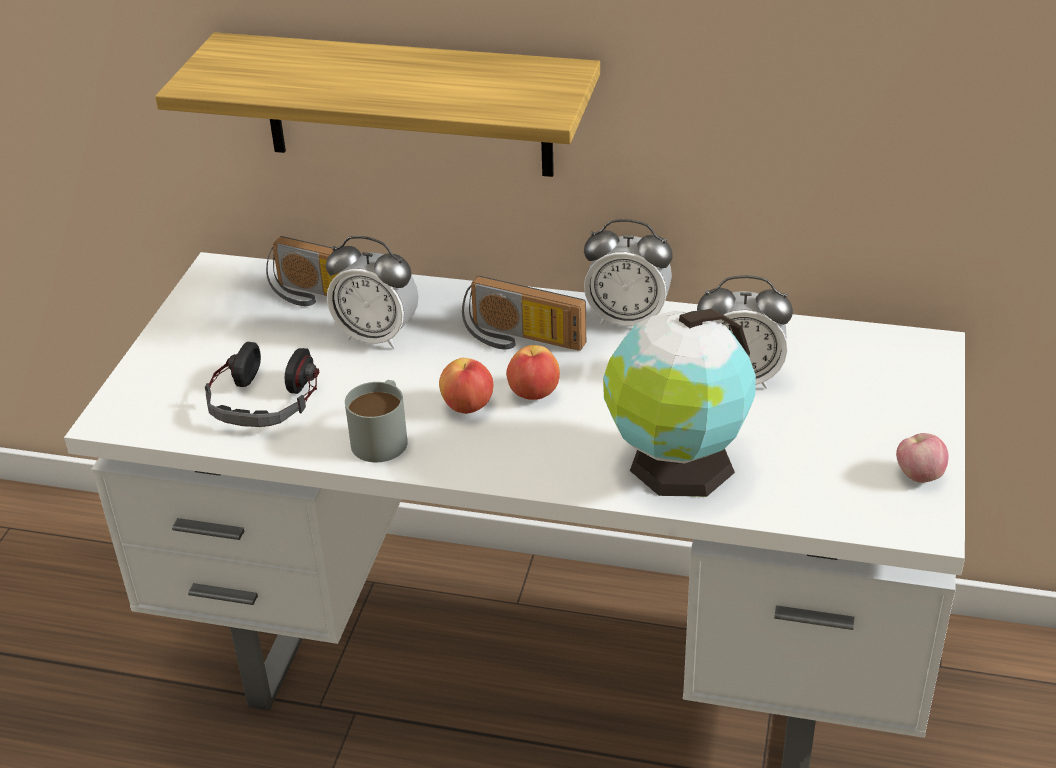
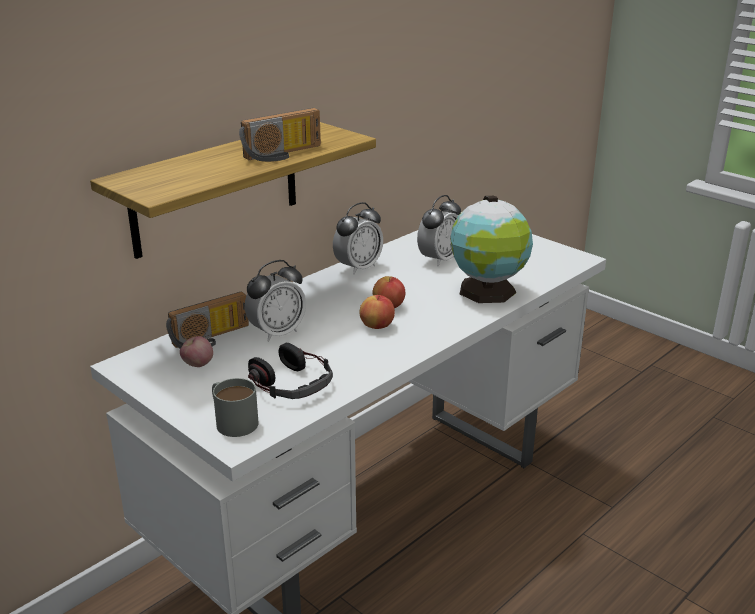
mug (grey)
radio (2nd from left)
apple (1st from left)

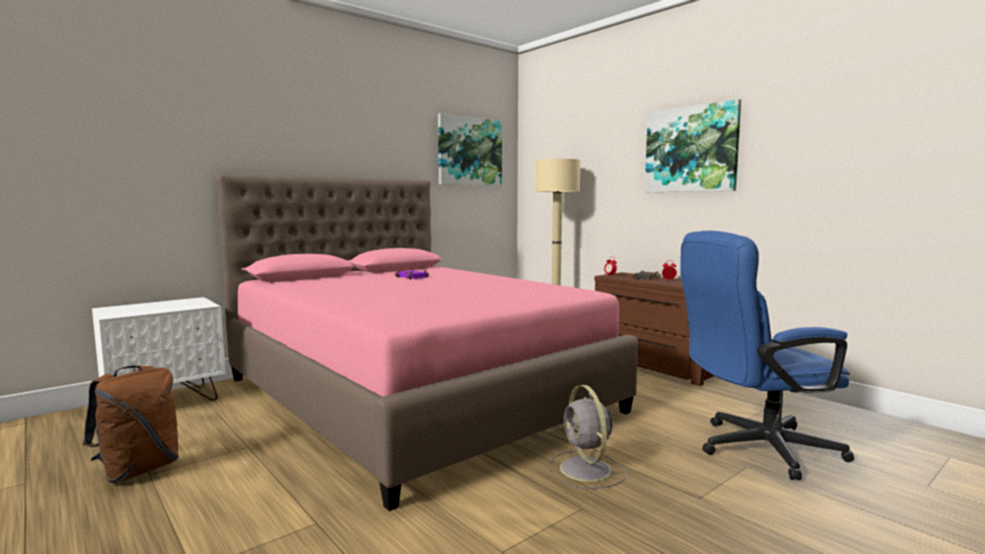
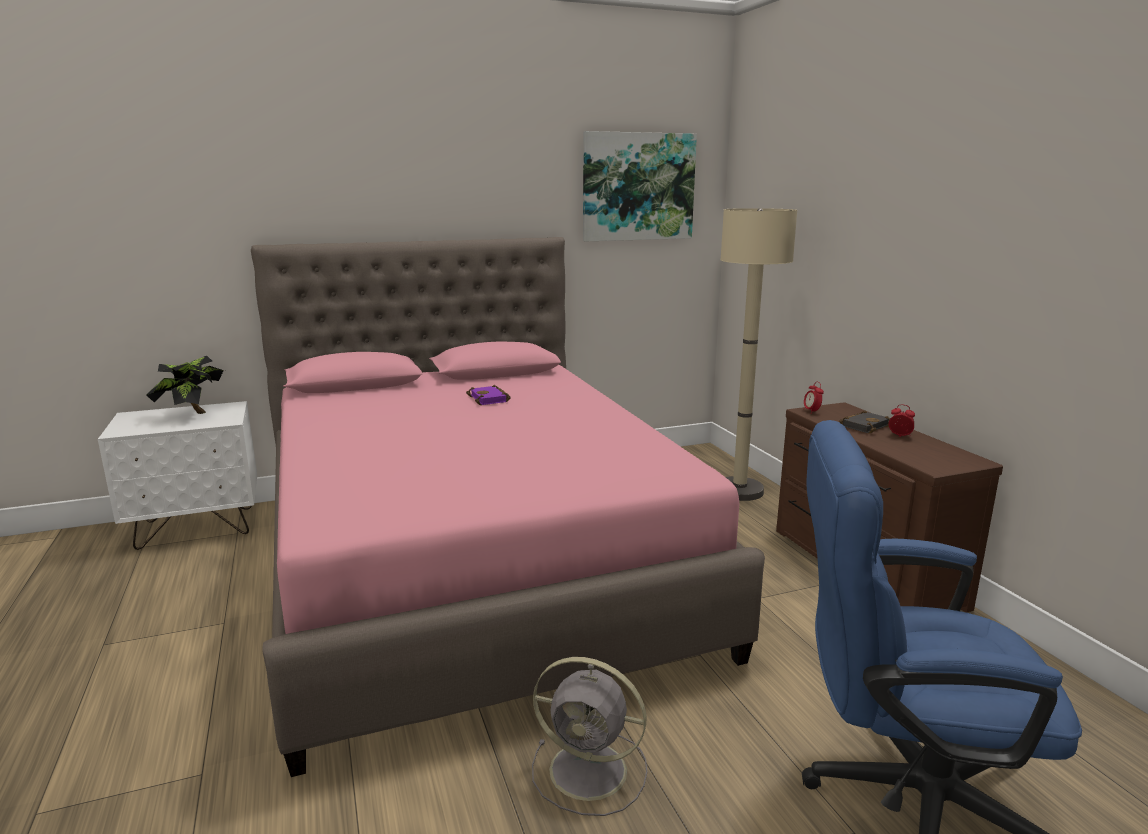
backpack (brown)
fan (grey)
picture (2nd from left in the first image)
potted plant

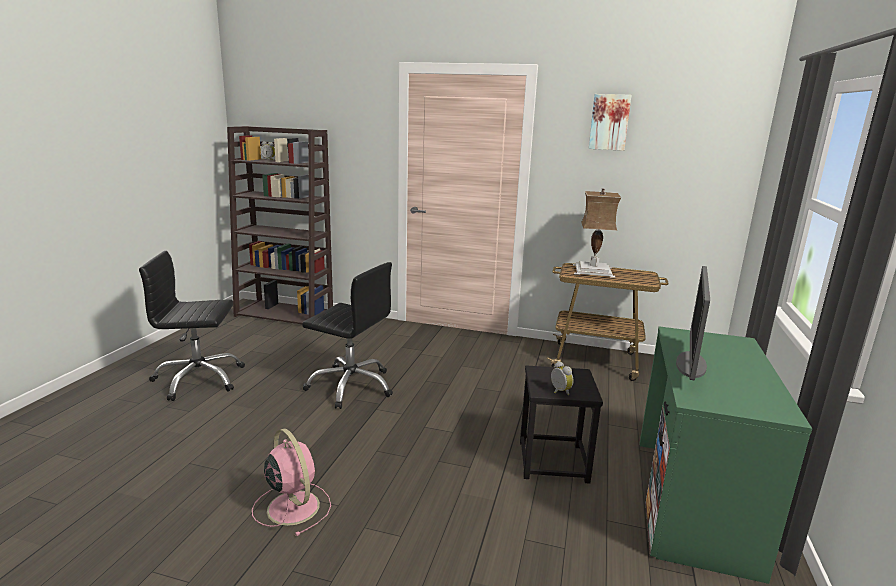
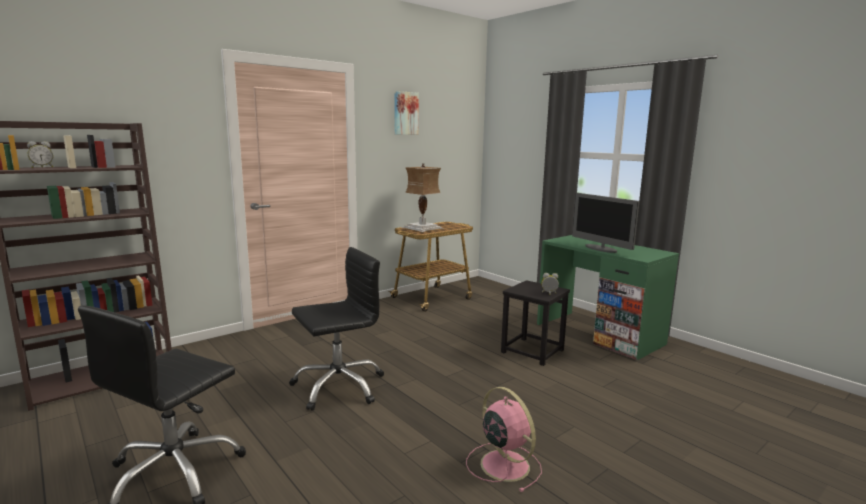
fan (pink)

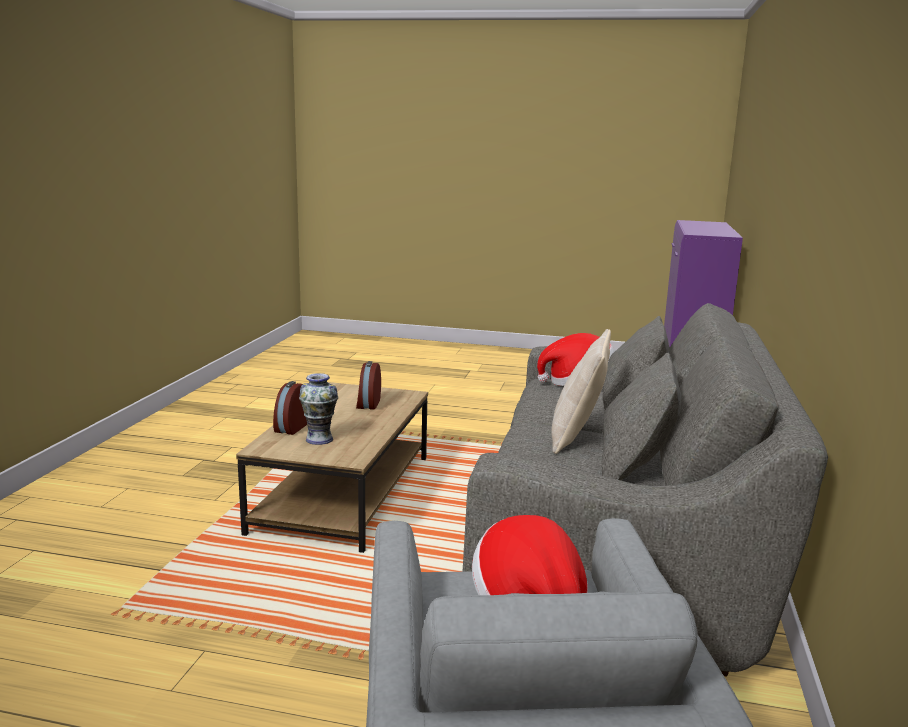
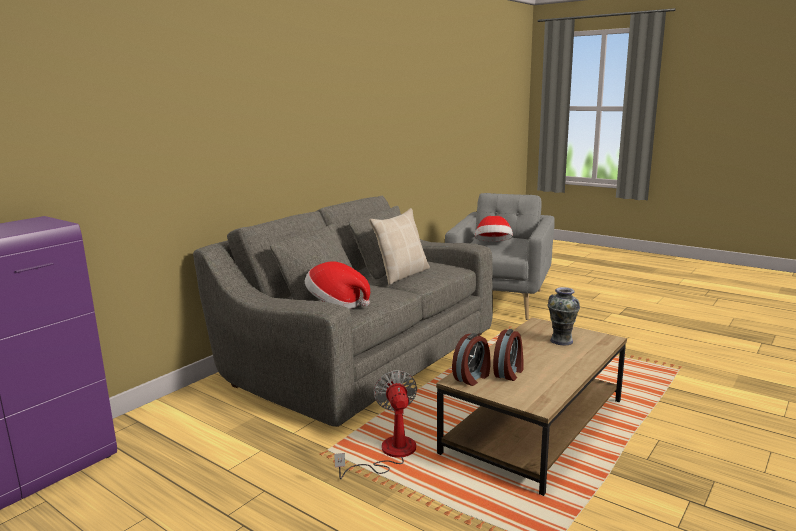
alarm clock (1st from left)
fan

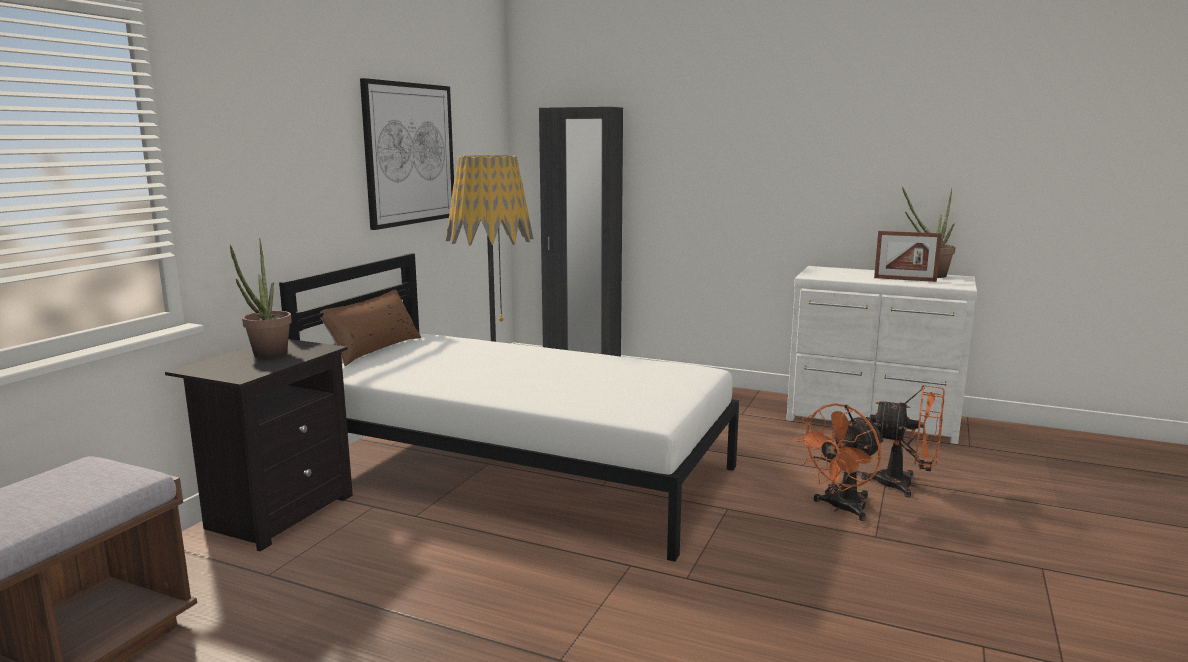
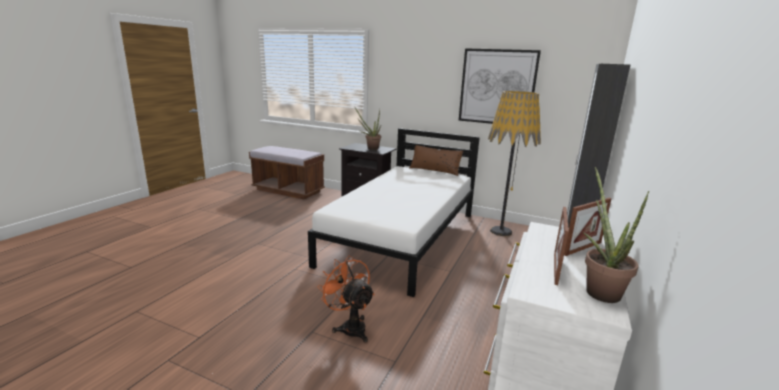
fan (orange) (2nd from left in the first image)
picture frame (2nd from left)

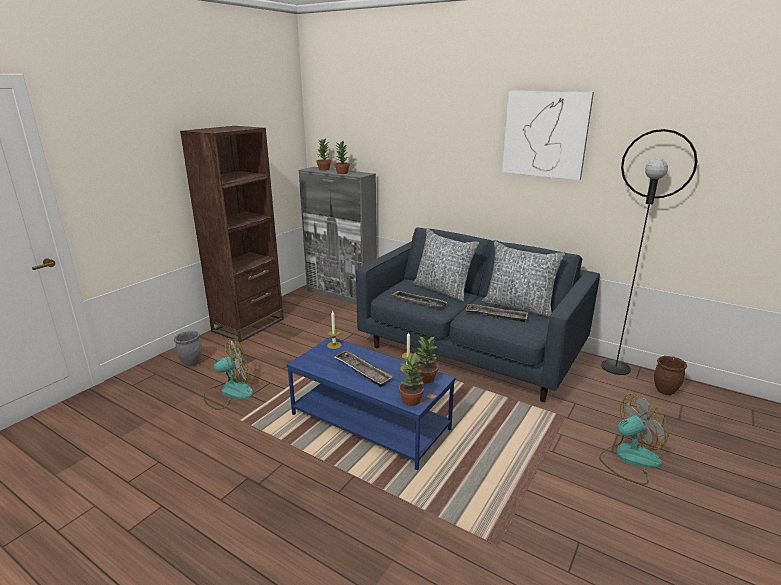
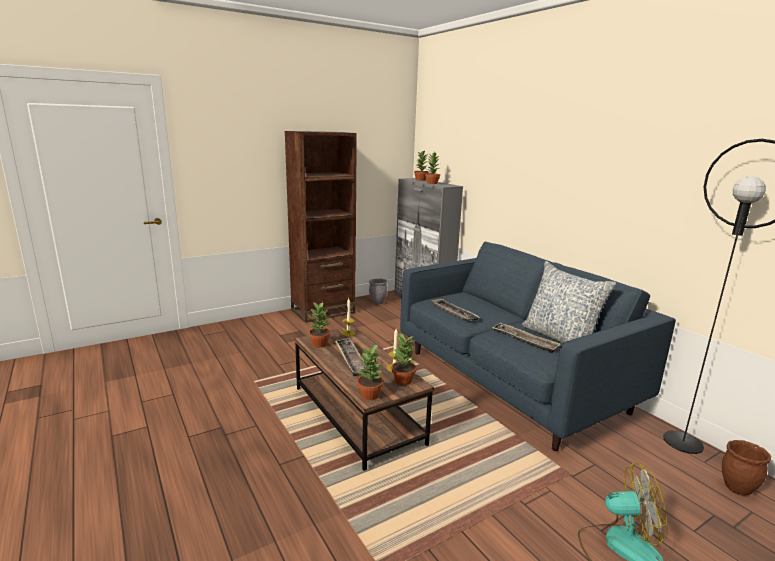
planter (grey)
fan (1st from left in the first image)
coffee table (brown)
pillow (1st from left in the first image)
picture
potted plant (1st from left)

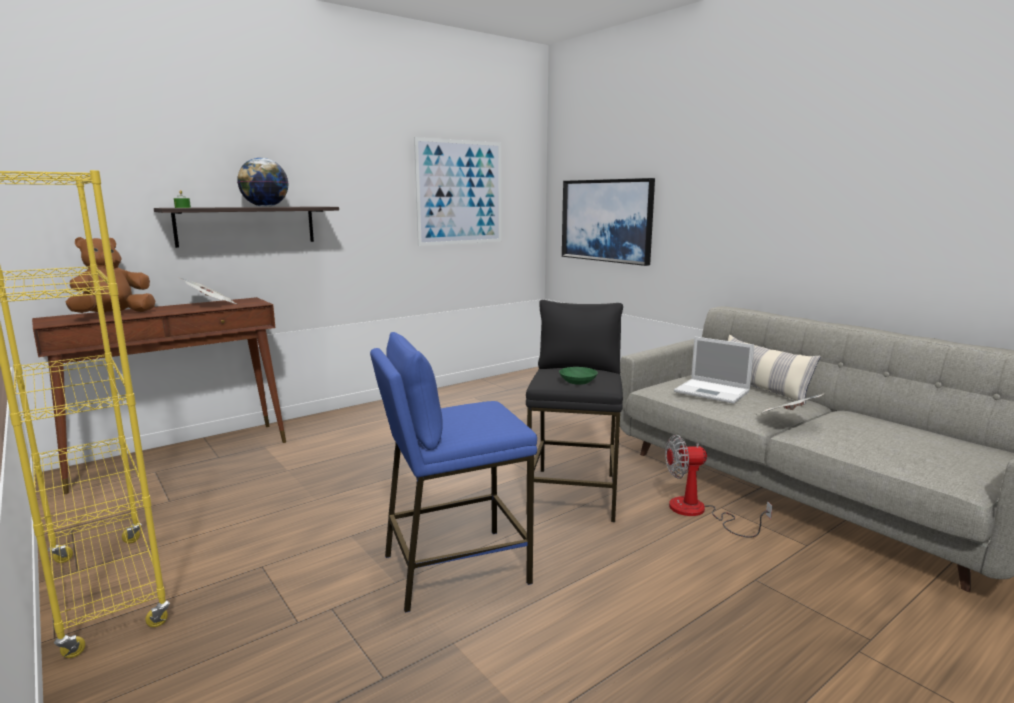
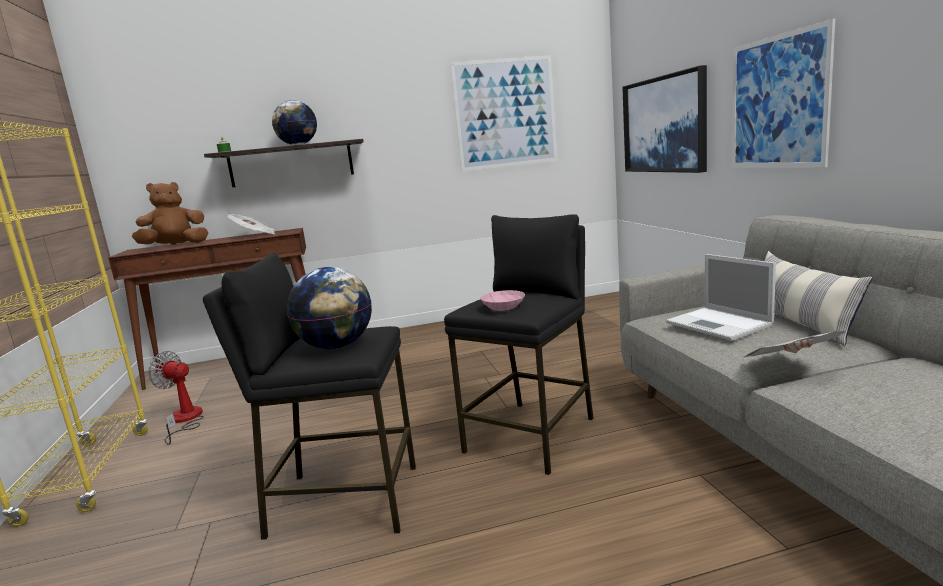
stool (black) (1st from left)
bowl (pink)
fan
globe (2nd from left)
picture (3rd from left)

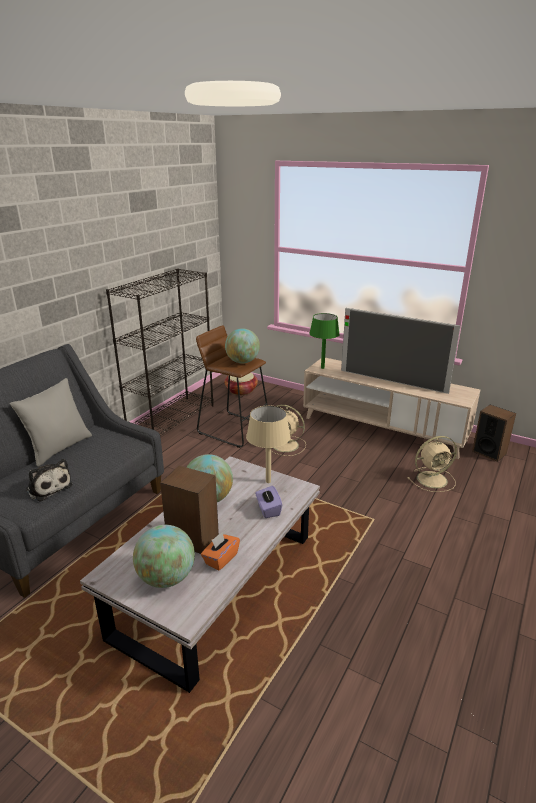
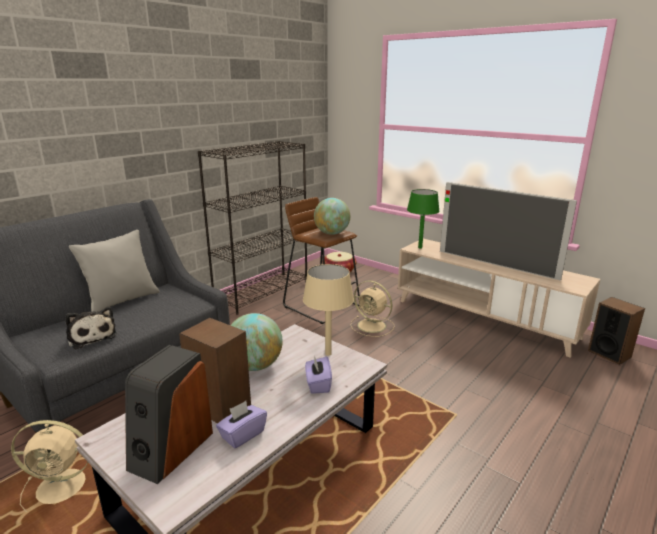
speaker (1st from left)
tissue box (purple) (1st from left)
fan (beige) (1st from left)

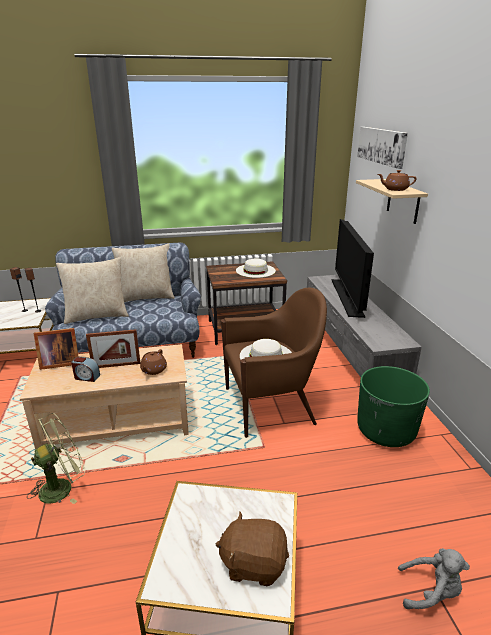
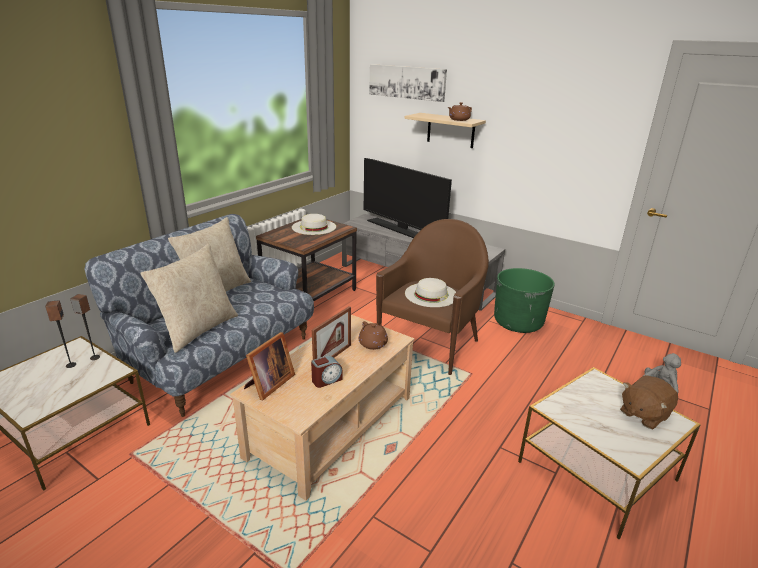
fan (green)

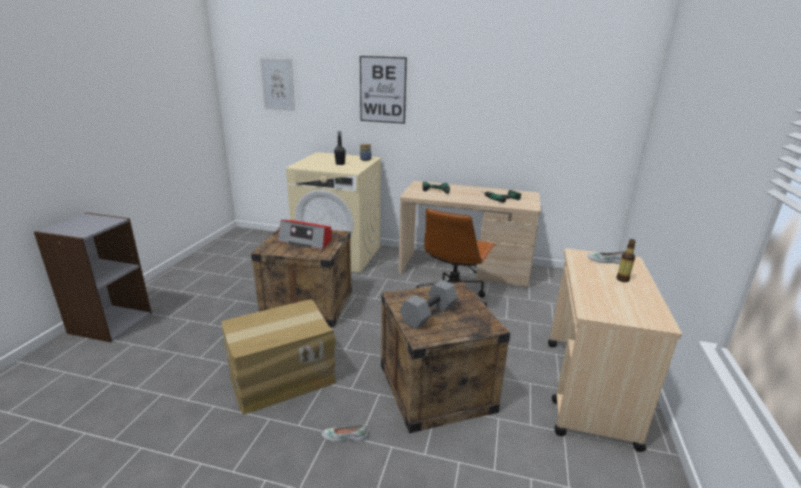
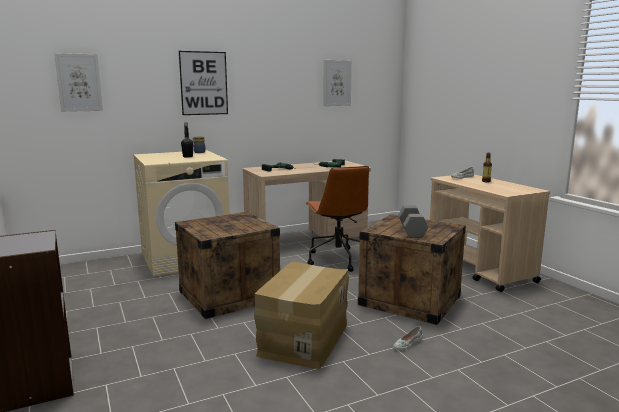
radio
picture (3rd from left)

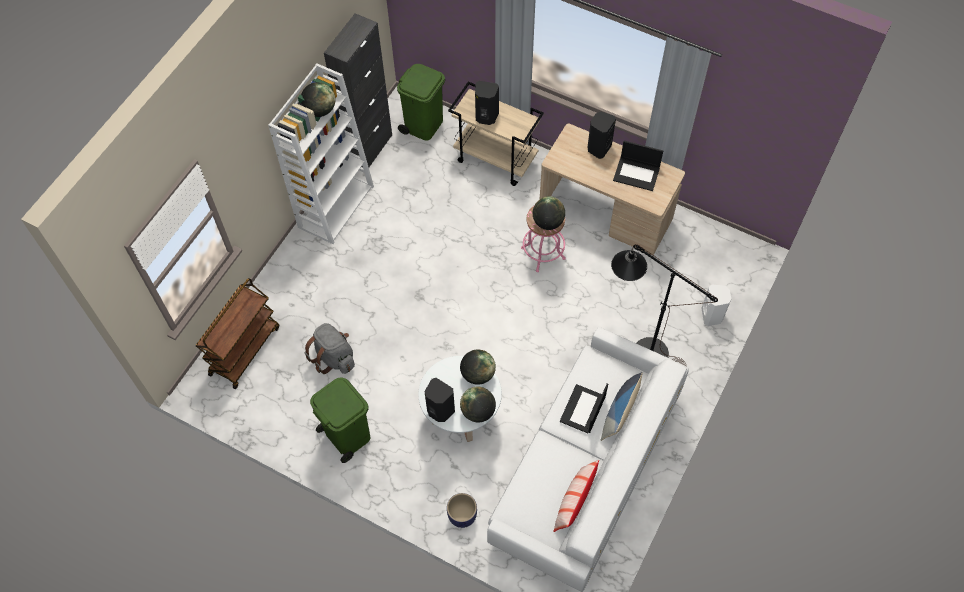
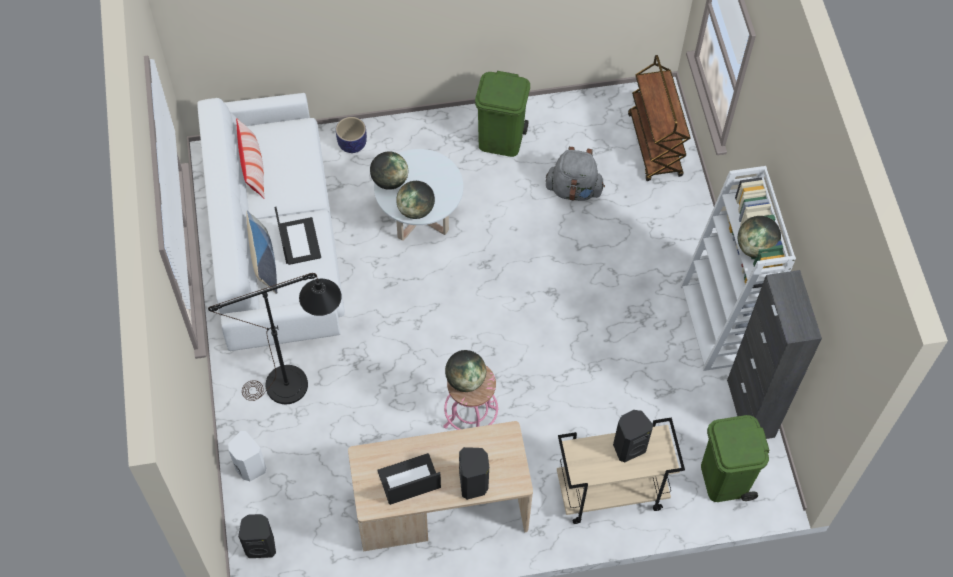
speaker (black) (1st from left)

